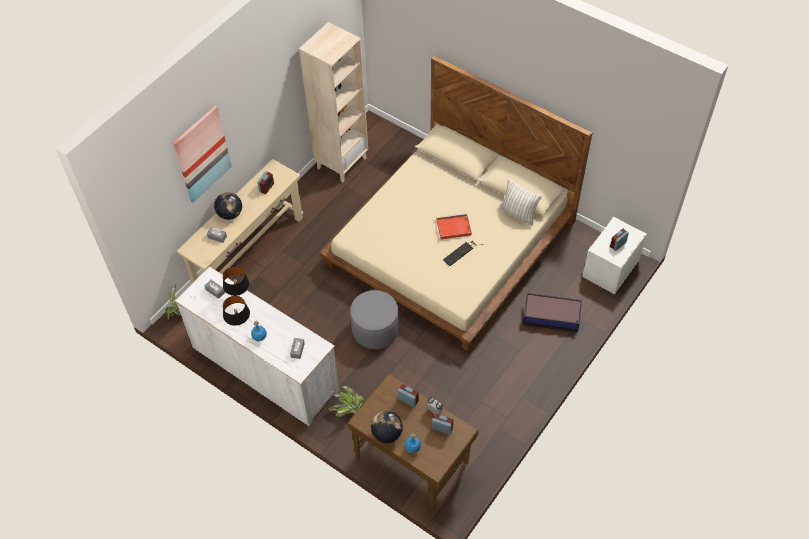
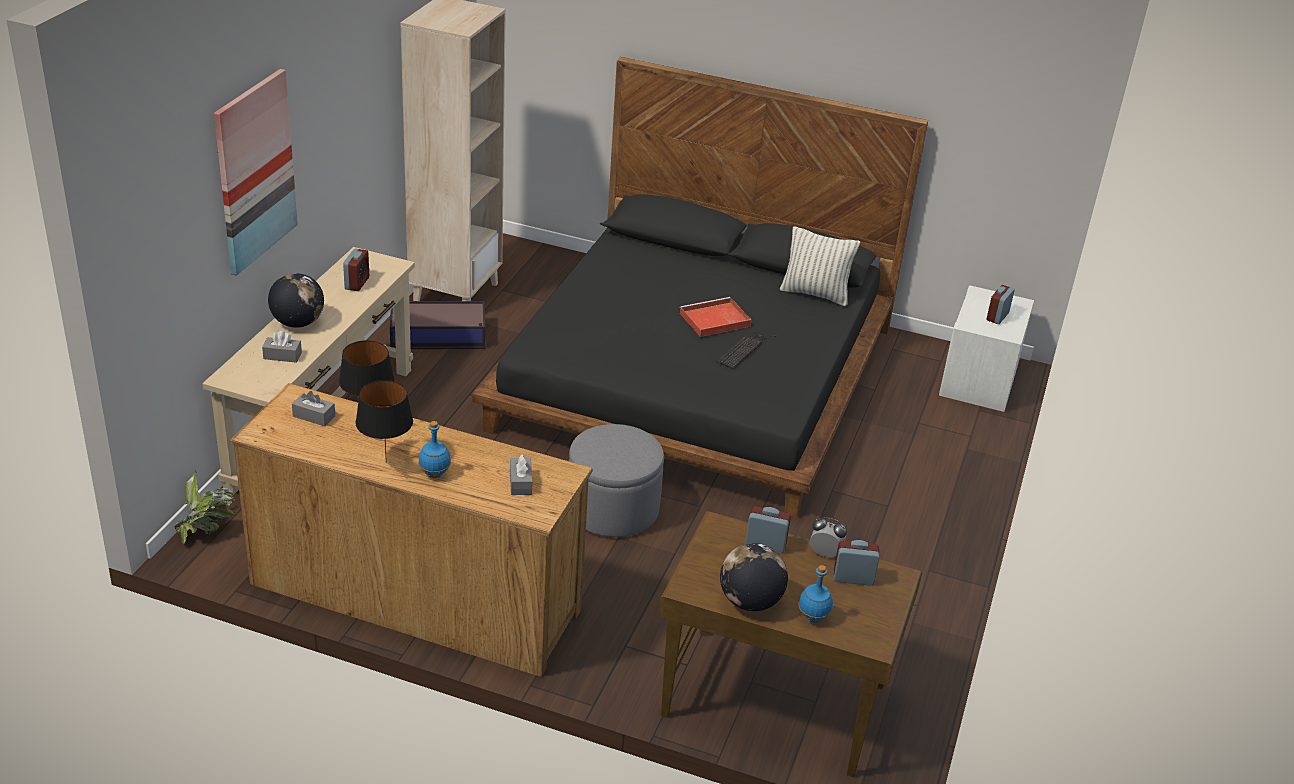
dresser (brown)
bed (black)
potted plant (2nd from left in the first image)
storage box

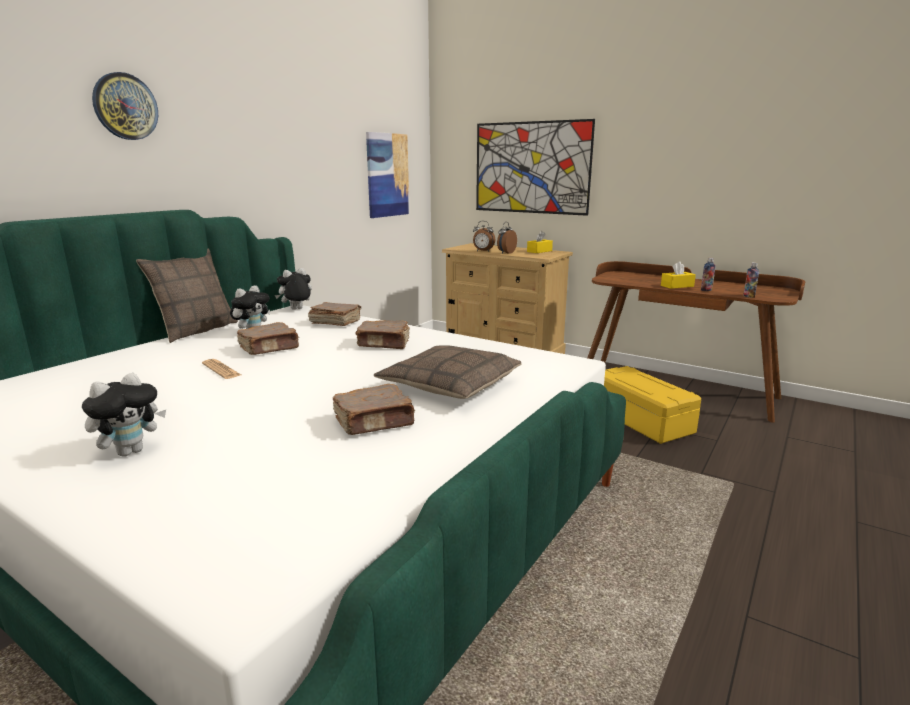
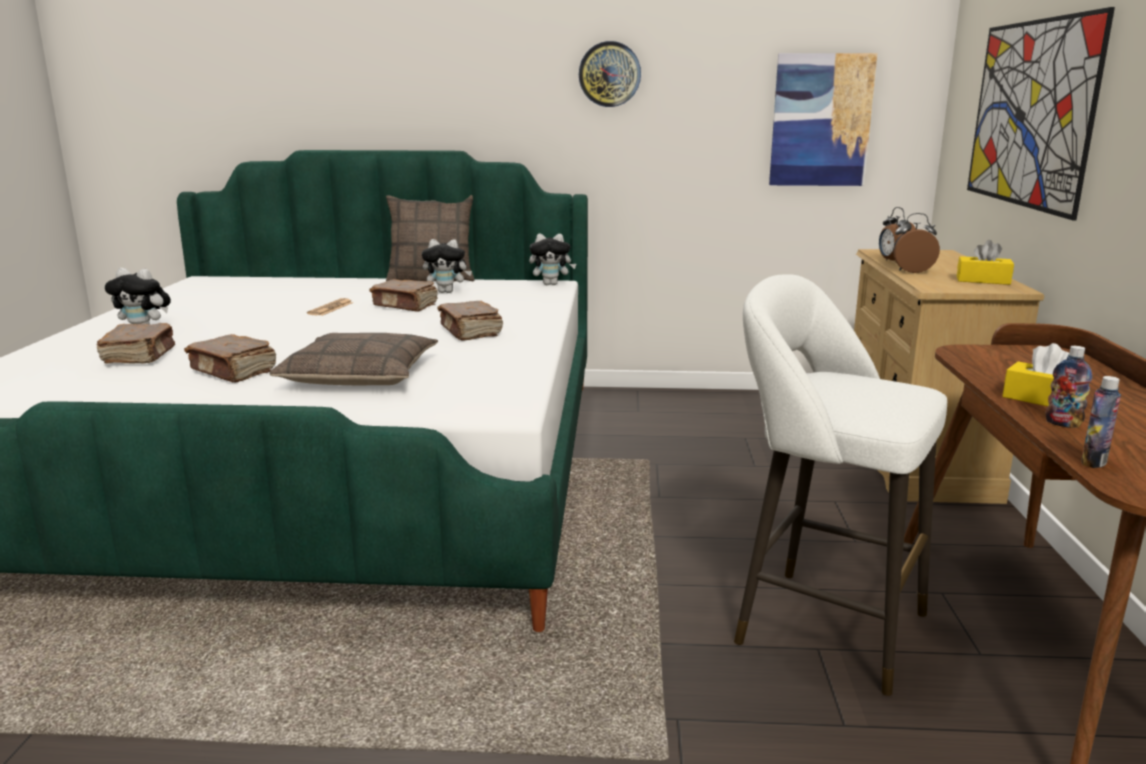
wall clock
plush toy (3rd from left)
book (brown) (1st from left)
stool (white)

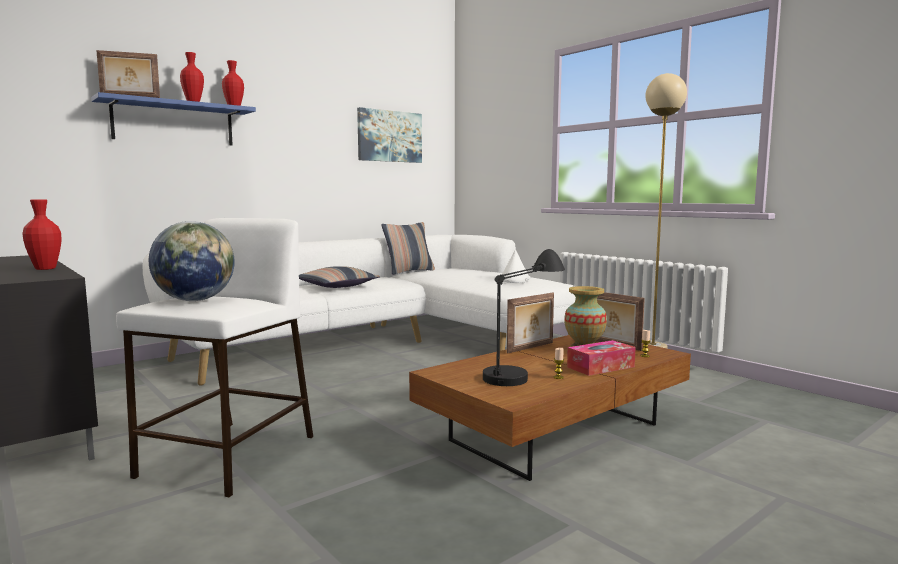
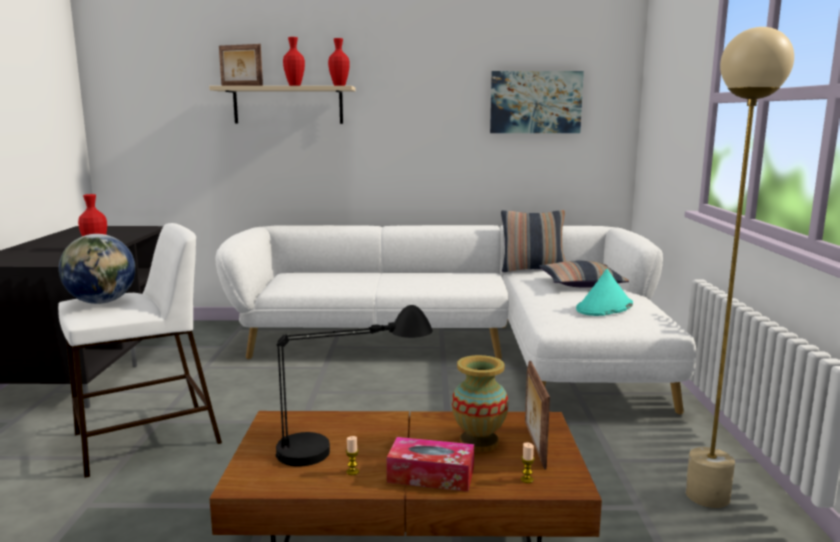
shelf (beige)
pillow (2nd from left)
hat (turquoise)
picture frame (2nd from left in the first image)

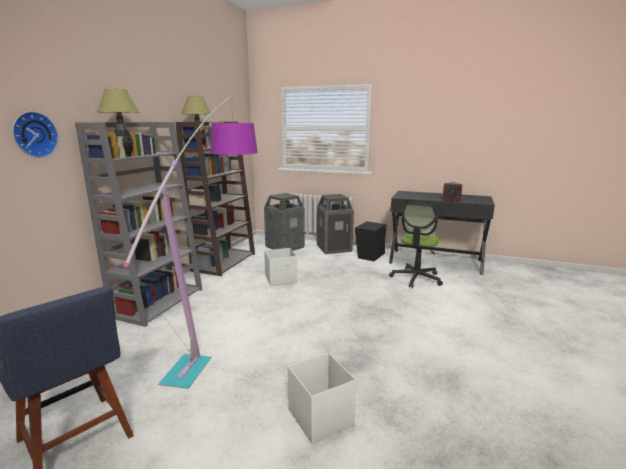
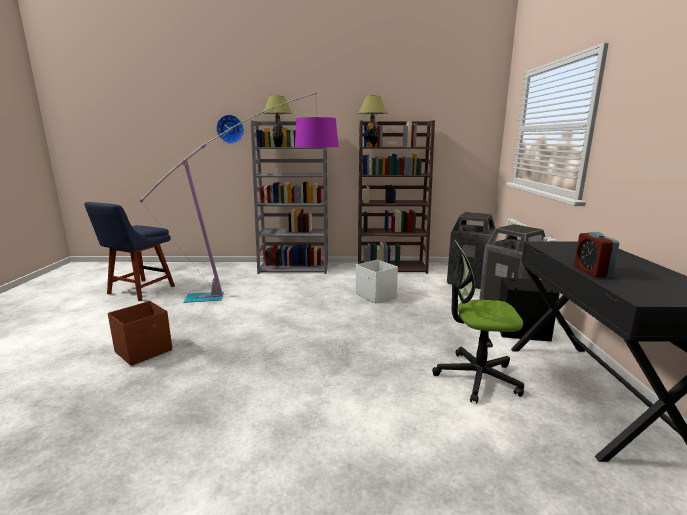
storage box (brown)

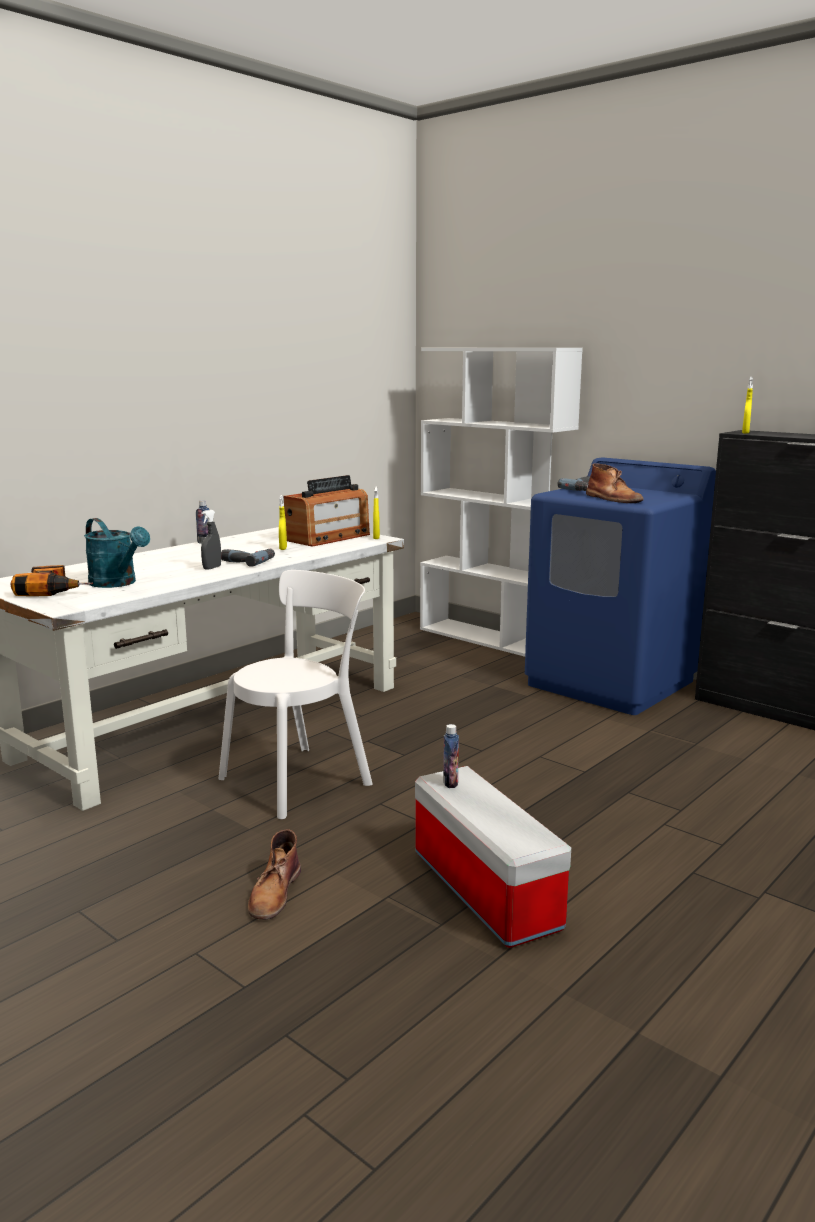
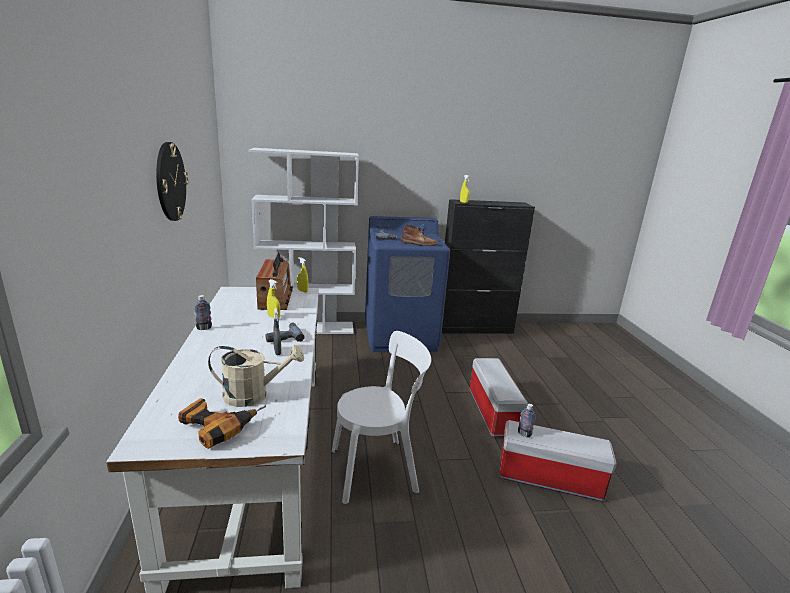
watering can (beige)
chair (white)
boot (brown) (1st from left in the first image)
wall clock
storage box (1st from left)

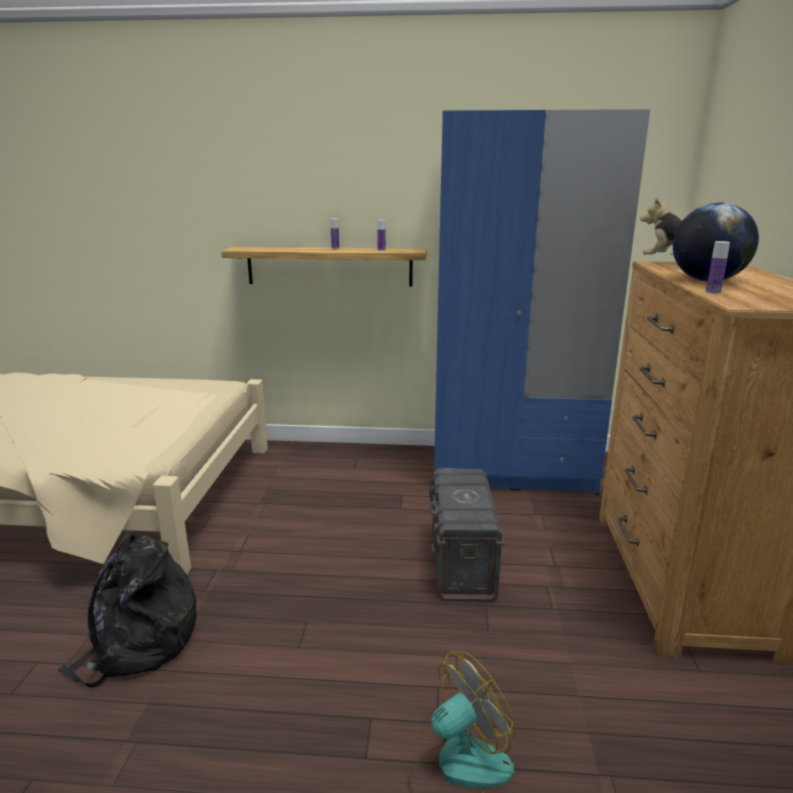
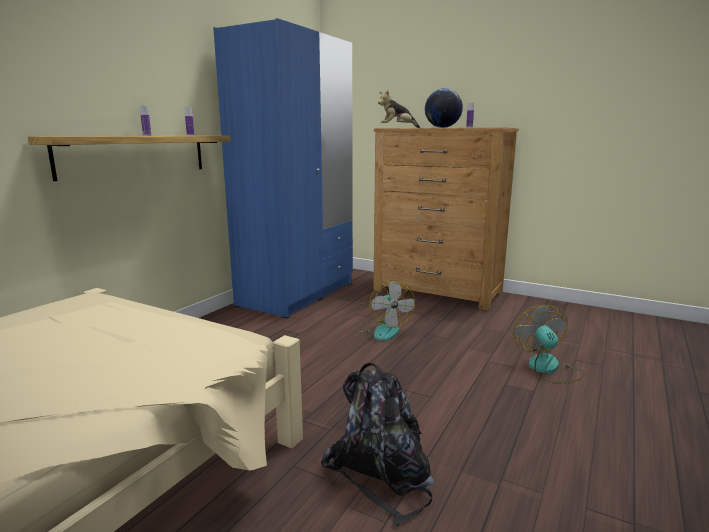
fan (1st from left)

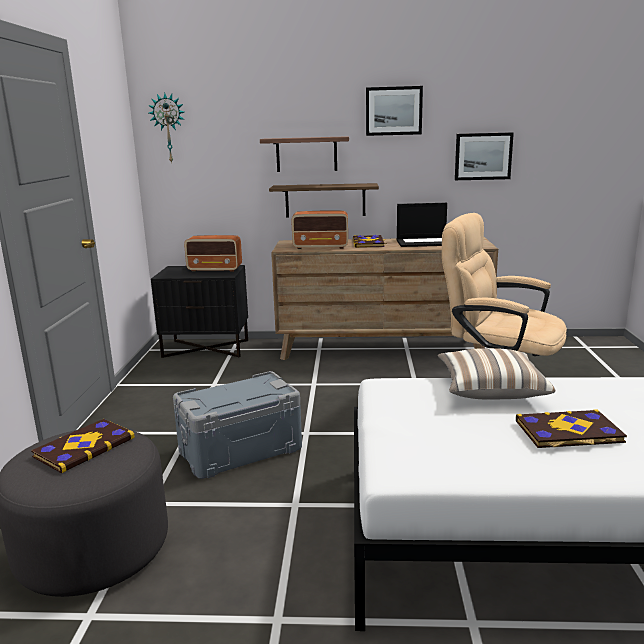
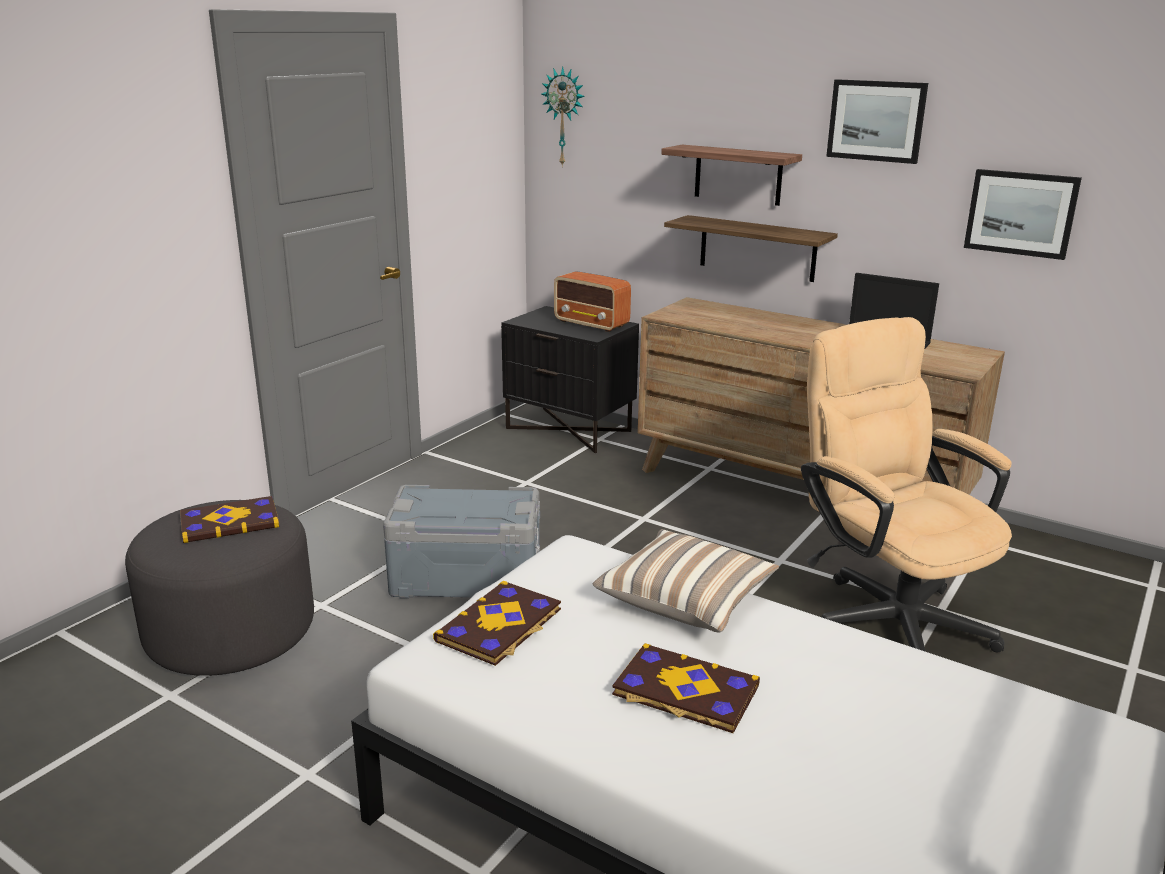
radio (2nd from left in the first image)
book (2nd from left)

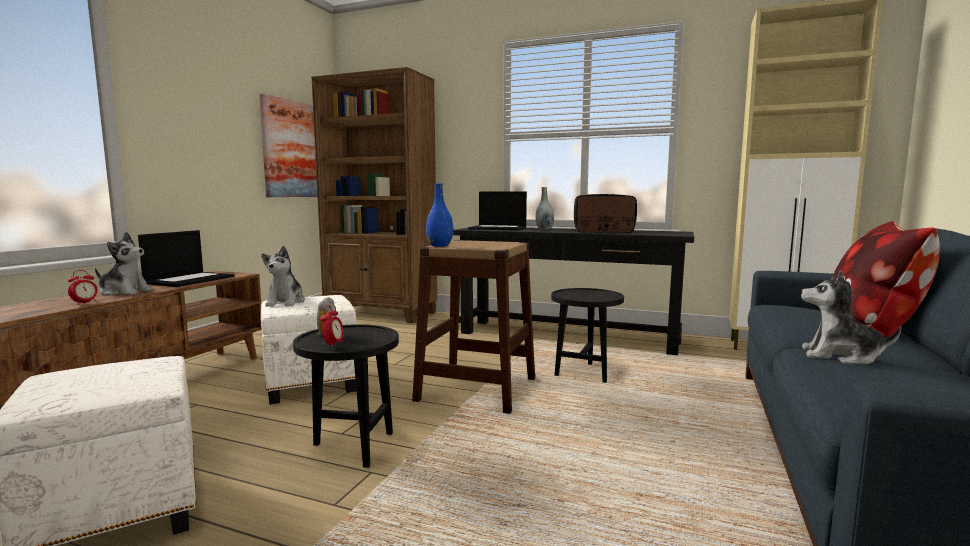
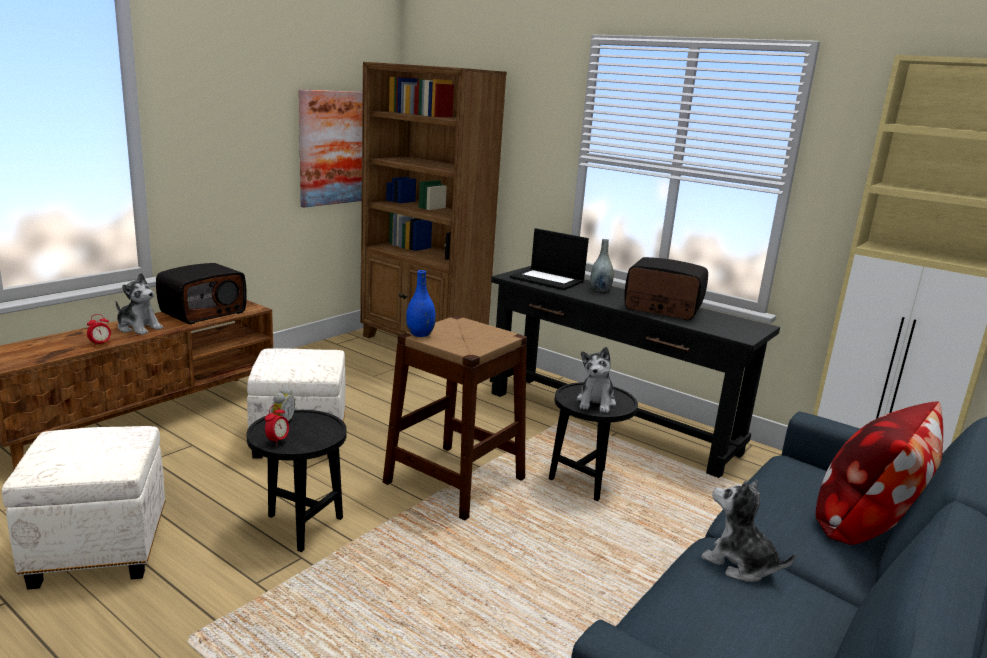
radio (1st from left)
plush toy (2nd from left)

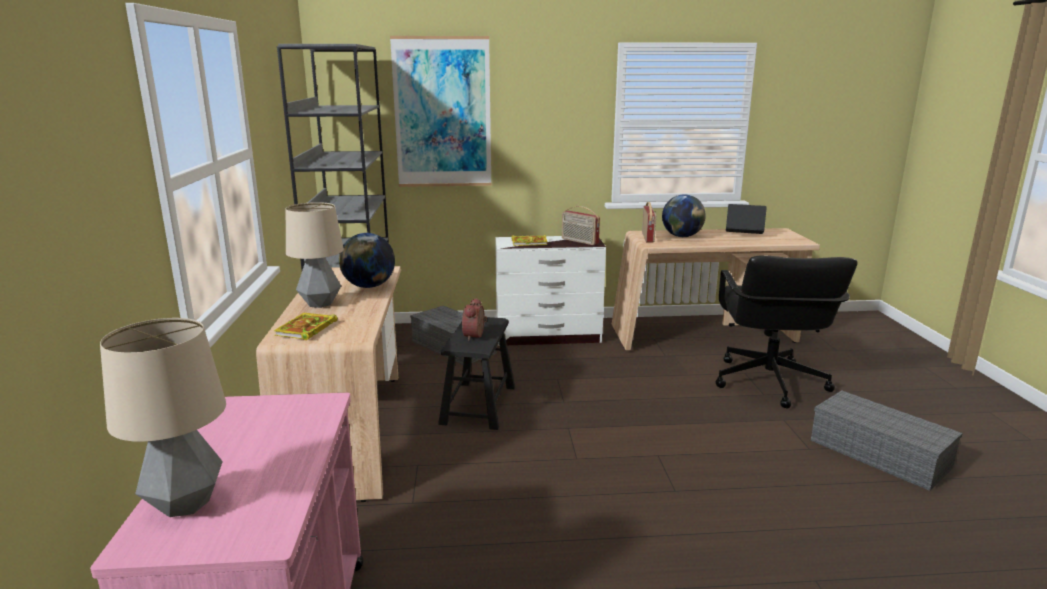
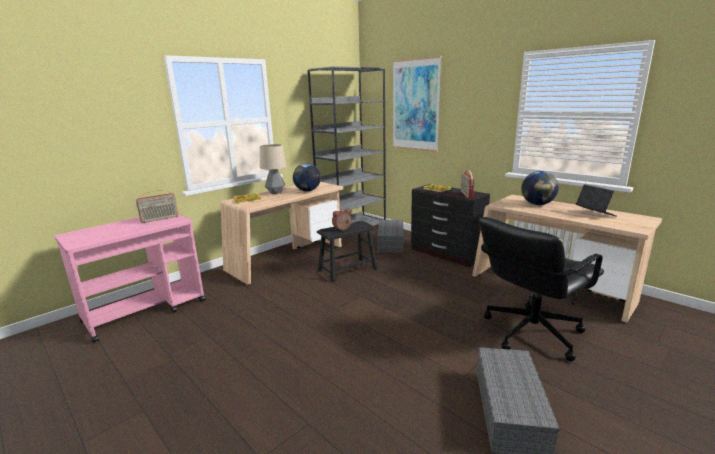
table lamp (1st from left in the first image)
dresser (black)
radio (1st from left)

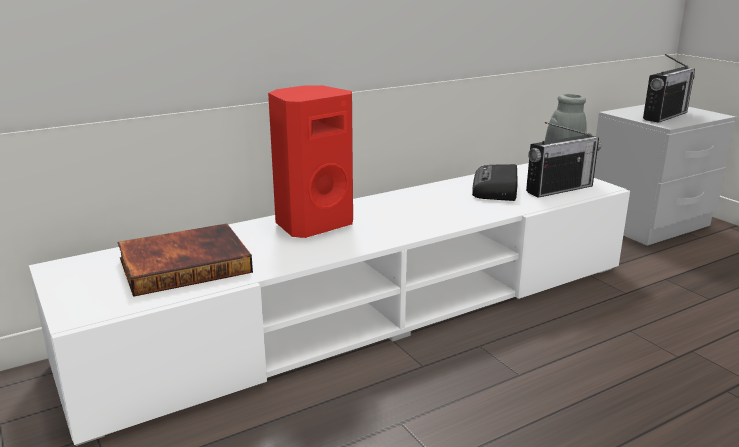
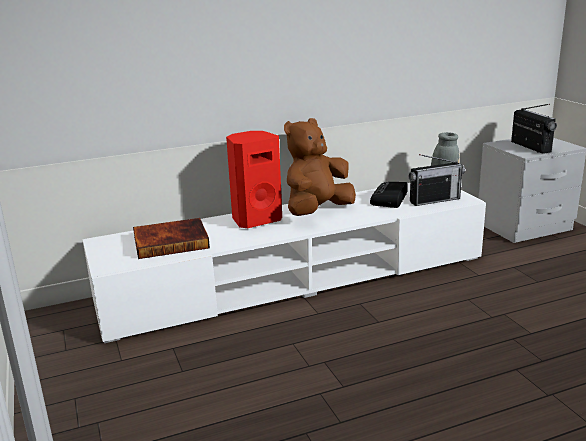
radio (3rd from left)
plush toy (brown)

